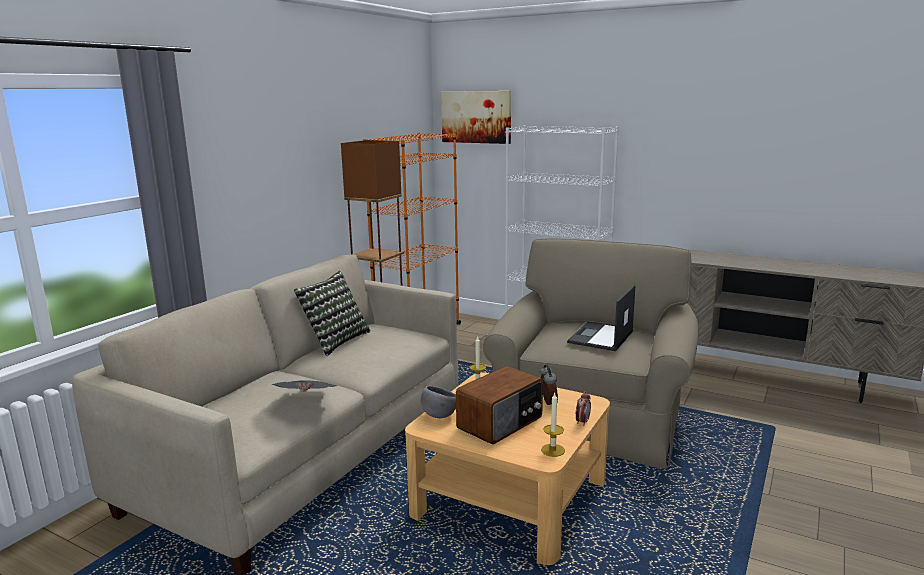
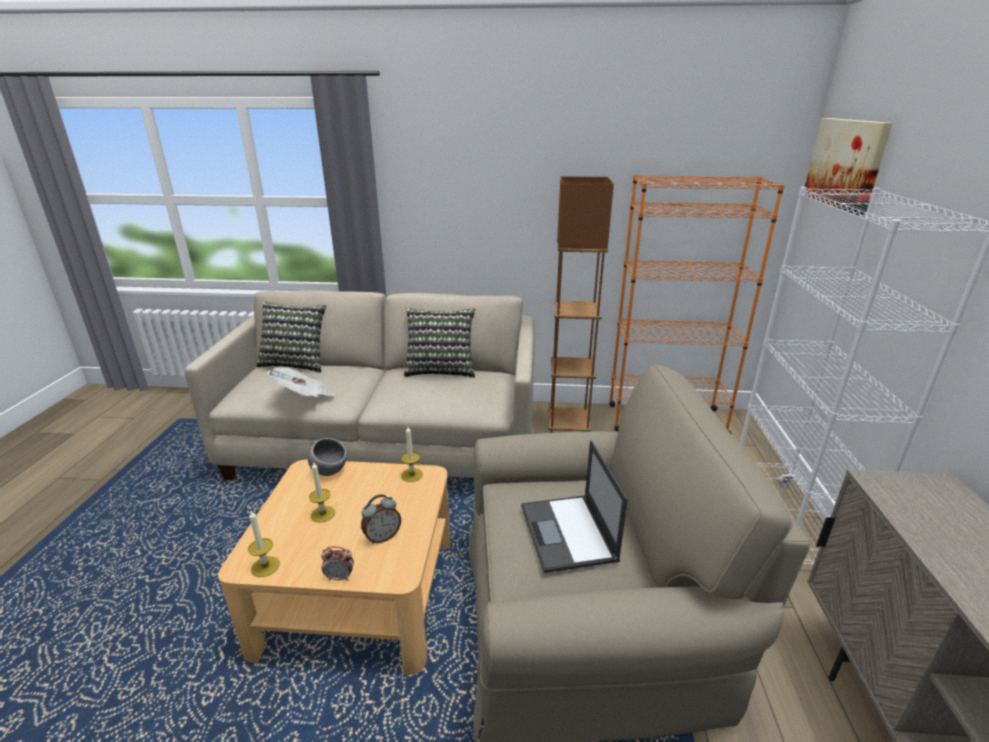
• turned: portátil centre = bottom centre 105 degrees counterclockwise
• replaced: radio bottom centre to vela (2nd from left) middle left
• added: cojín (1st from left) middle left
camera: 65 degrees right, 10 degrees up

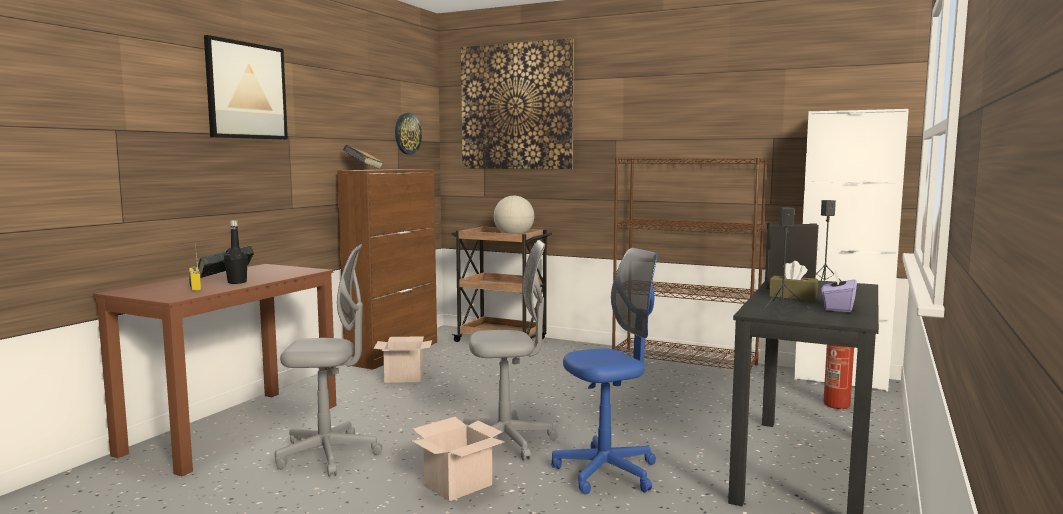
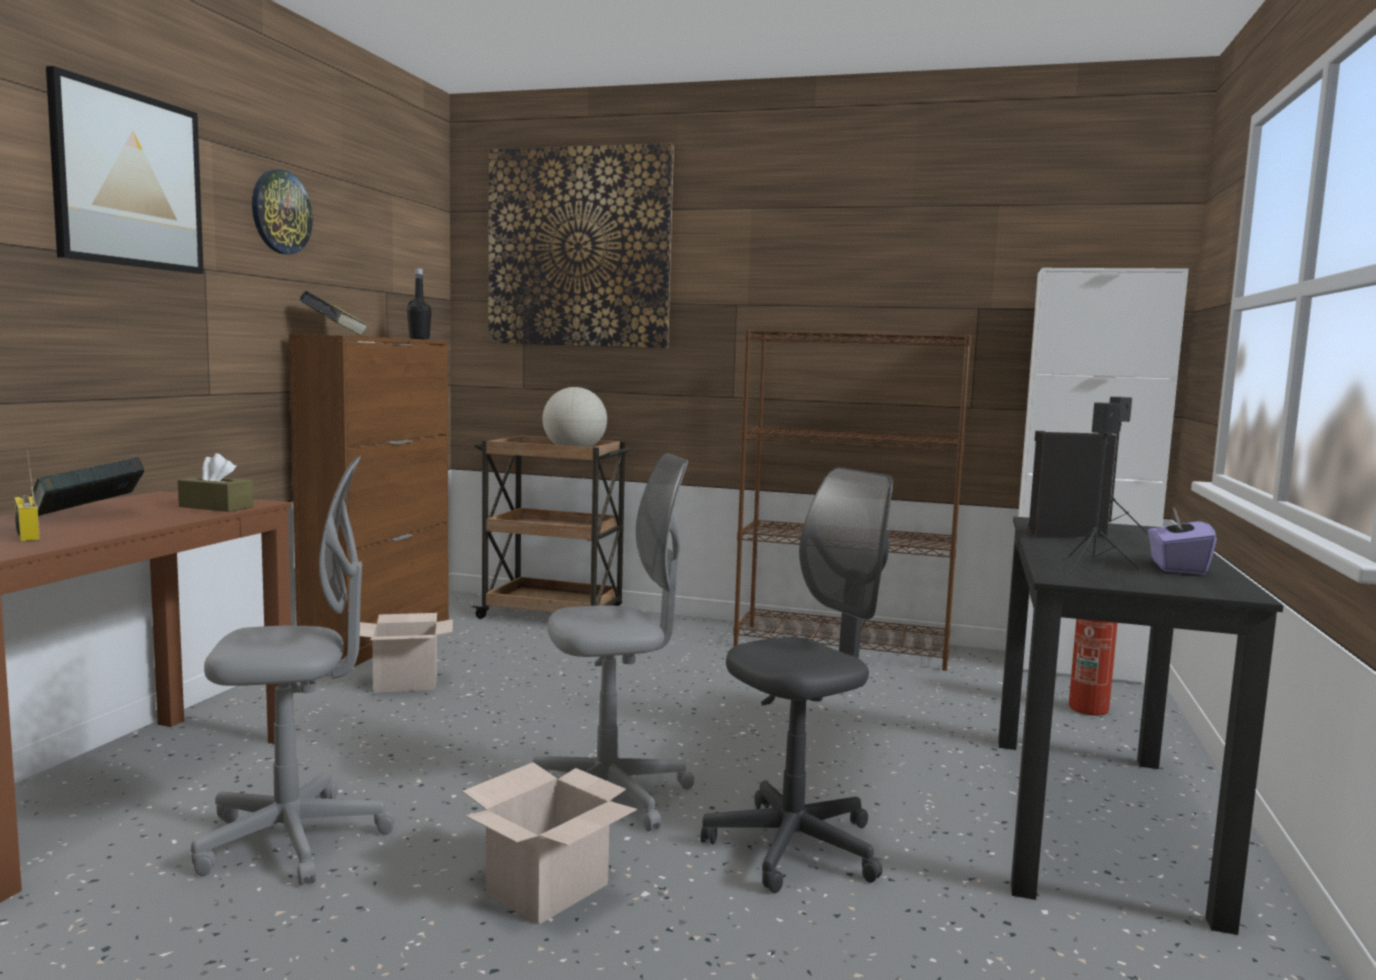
• moved: reloj de pared top centre to top left
• moved: botella/negro middle left to top left
• recoloured: silla de oficina/azul bottom centre to silla de oficina/gris (3rd from left) bottom centre
• moved: caja de pañuelos/marrón middle right to middle left
camera: 10 degrees left, 0 degrees up

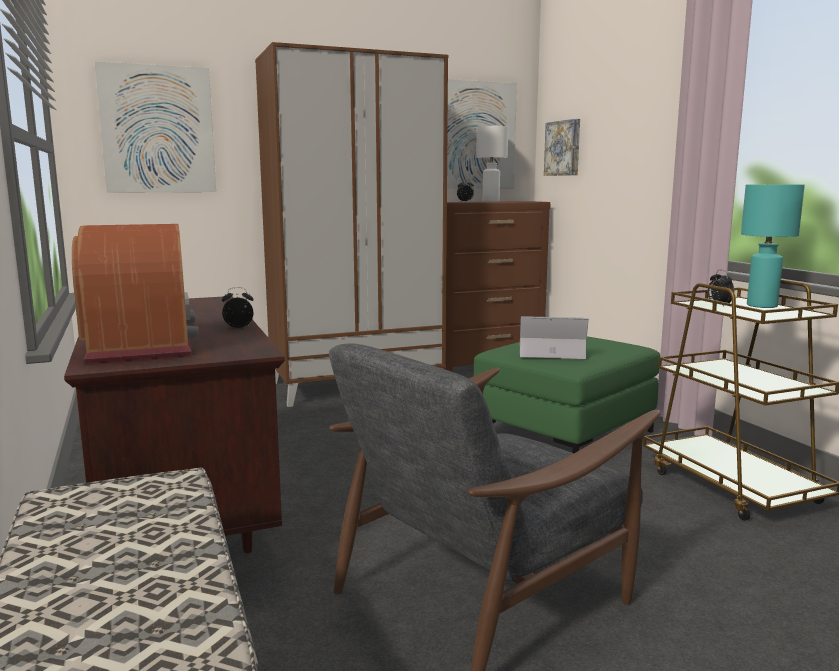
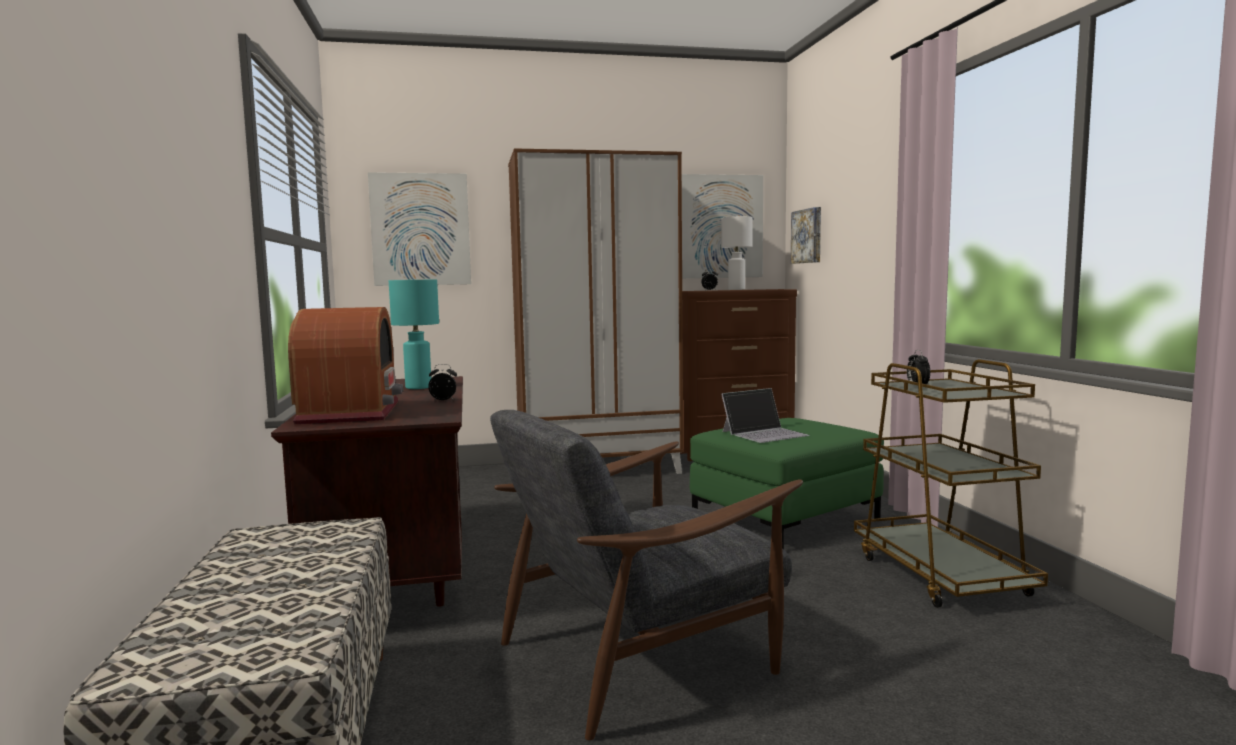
• moved: lámpara de mesa/turquesa middle right to centre
• turned: portátil centre = centre 135 degrees clockwise
camera: 10 degrees right, 5 degrees down

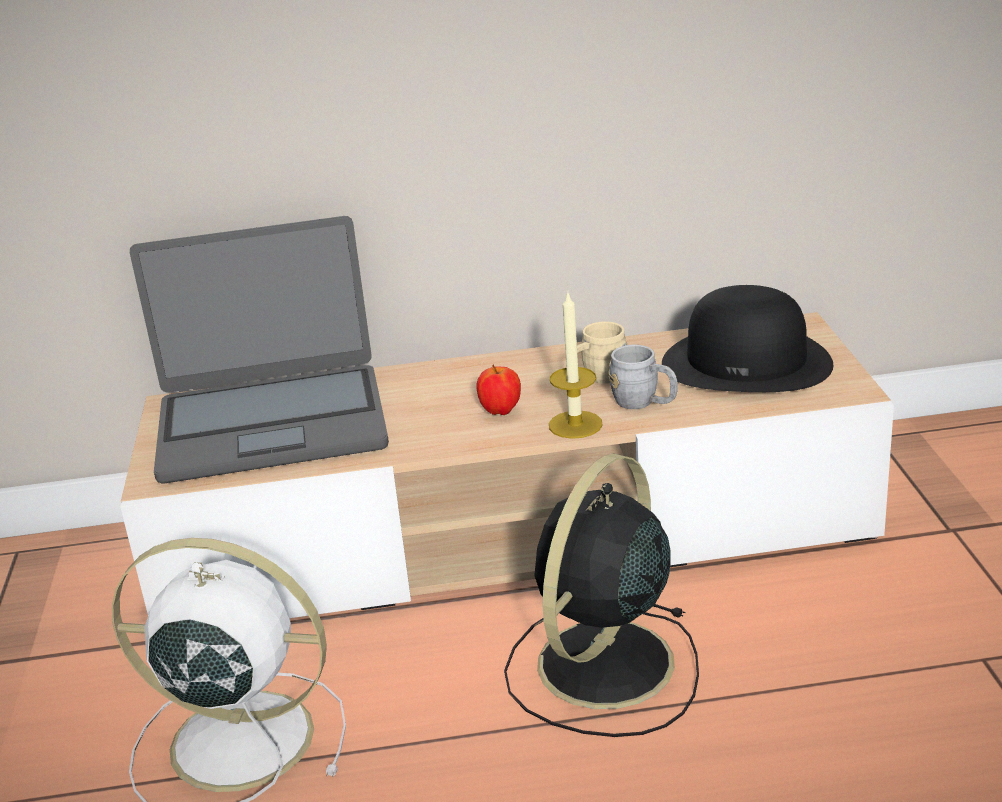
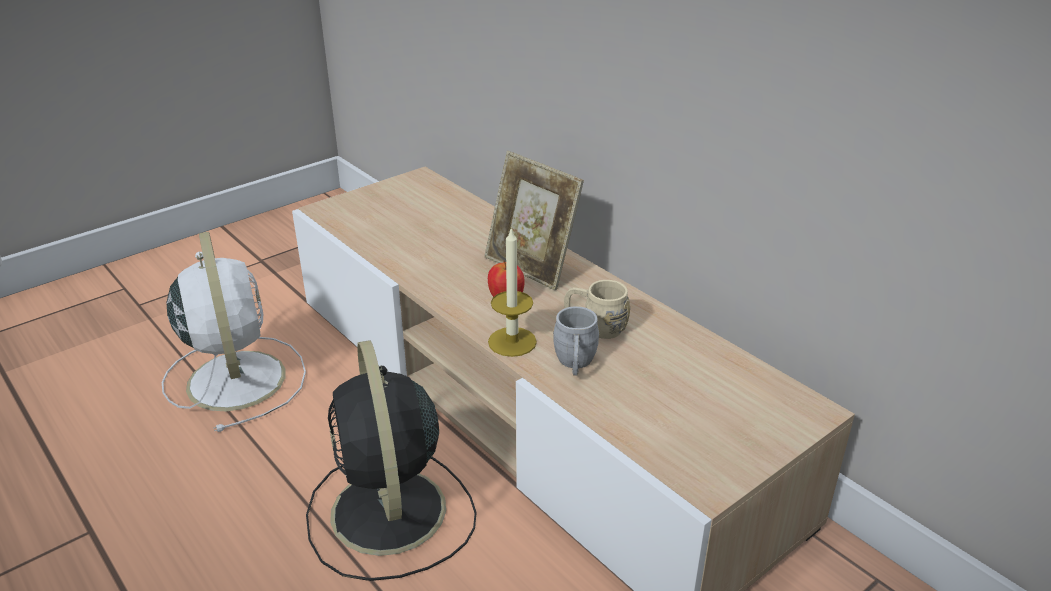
• removed: portátil middle left
• removed: sombrero/negro middle right
• turned: ventilador/negro bottom centre = bottom centre 105 degrees counterclockwise
• added: portarretratos centre
camera: 55 degrees right, 5 degrees up

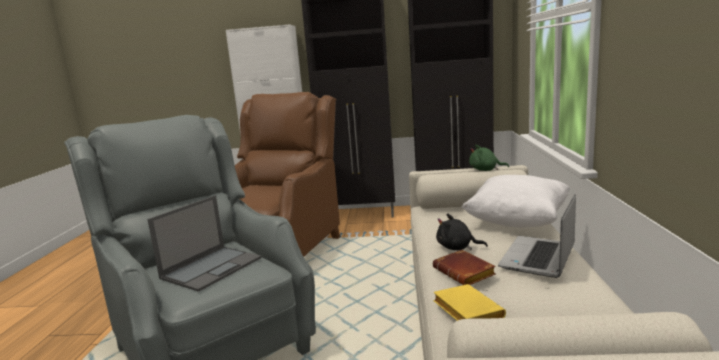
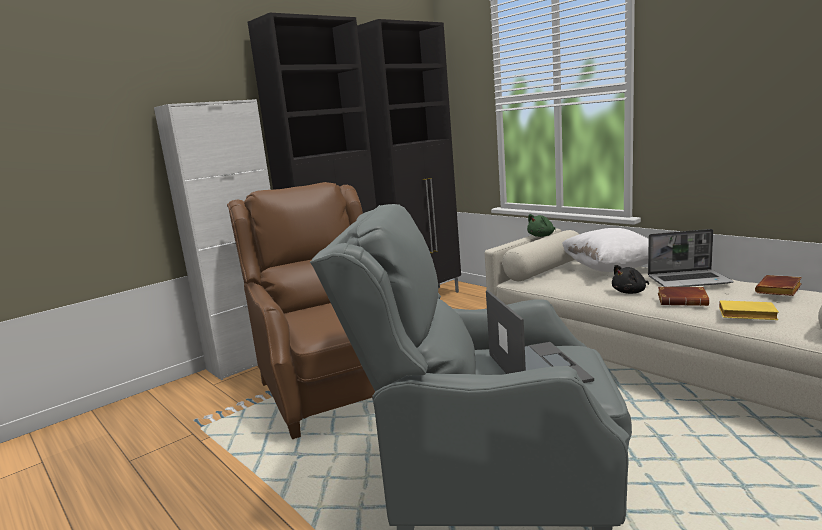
• turned: portátil (2nd from left) middle right = middle right 75 degrees counterclockwise
• added: libro/marrón (2nd from left) middle right
camera: 45 degrees left, 0 degrees up

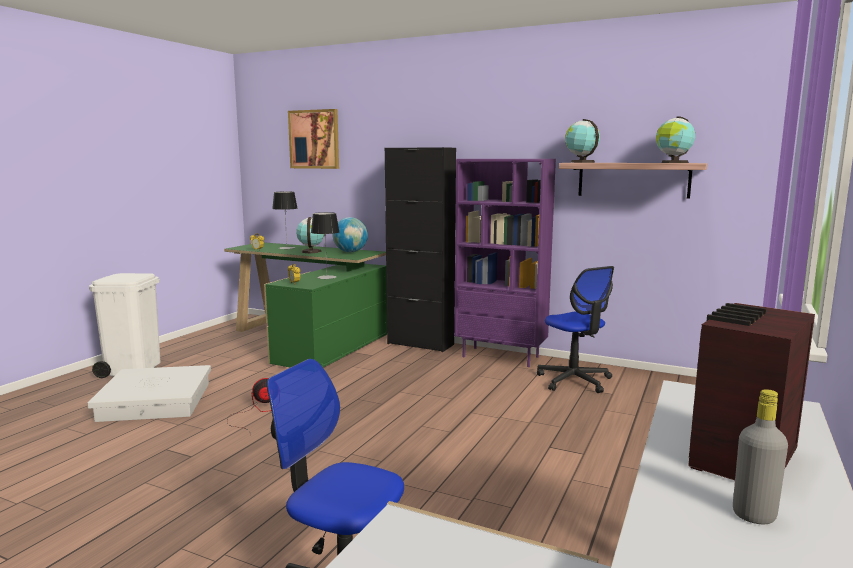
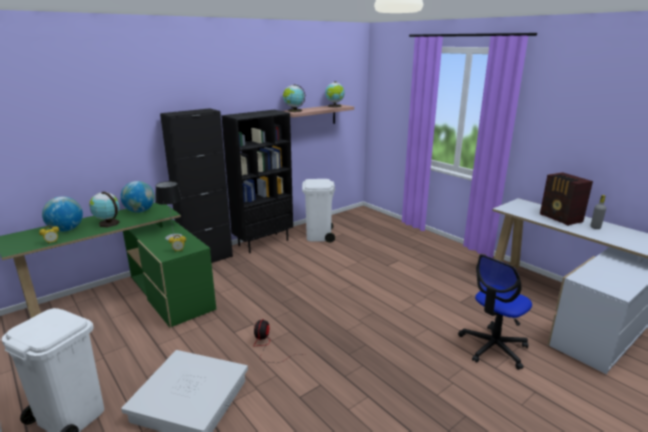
• removed: cuadro top centre
• recoloured: estantería/morado centre to estantería/negro centre
• replaced: lámpara de mesa (1st from left) centre to globo terráqueo (1st from left) middle left
• replaced: silla de oficina (2nd from left) middle right to papelera/blanco (2nd from left) centre
camera: 65 degrees left, 10 degrees up

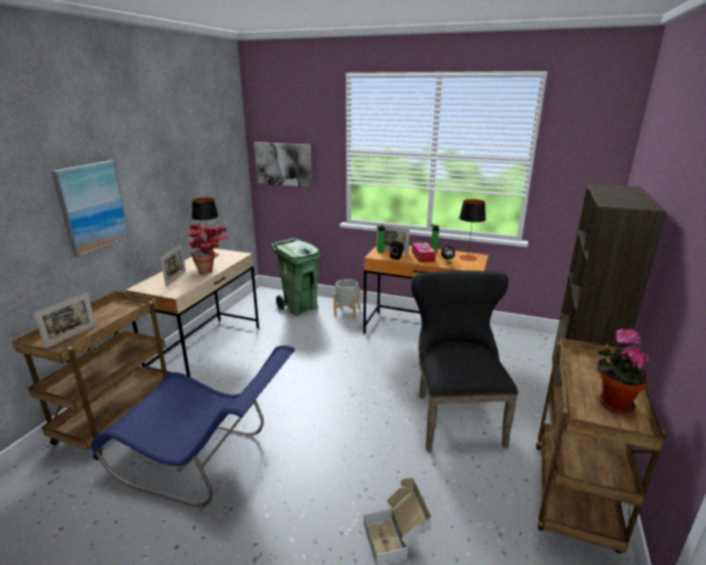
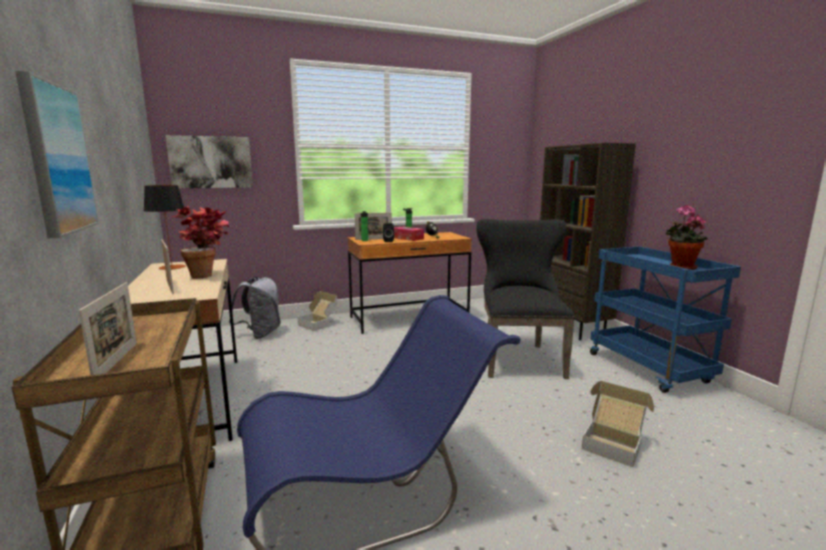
• removed: lámpara de mesa (2nd from left) middle right
• replaced: papelera/verde centre to mochila/gris middle left
• turned: silla/negro centre = centre 45 degrees clockwise
• replaced: maceta/gris centre to caja de cartón (1st from left) centre
• recoloured: carrito/marrón (2nd from left) bottom right to carrito/azul middle right
camera: 40 degrees left, 10 degrees down

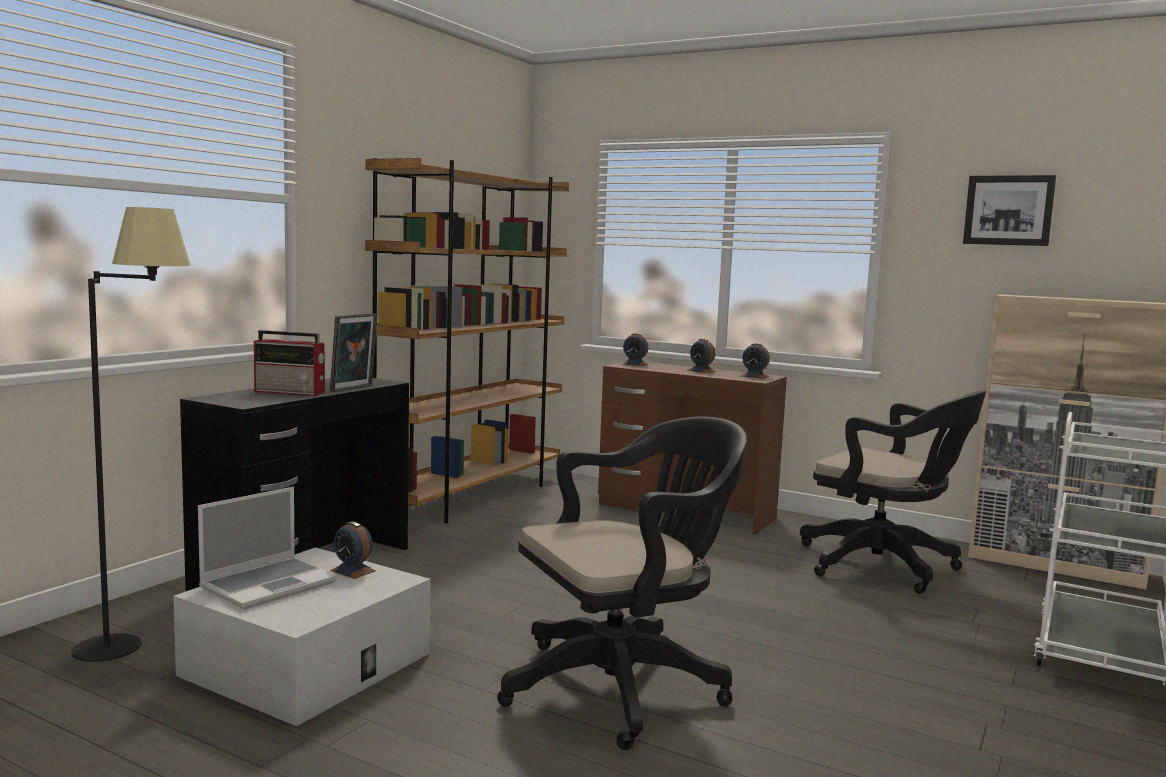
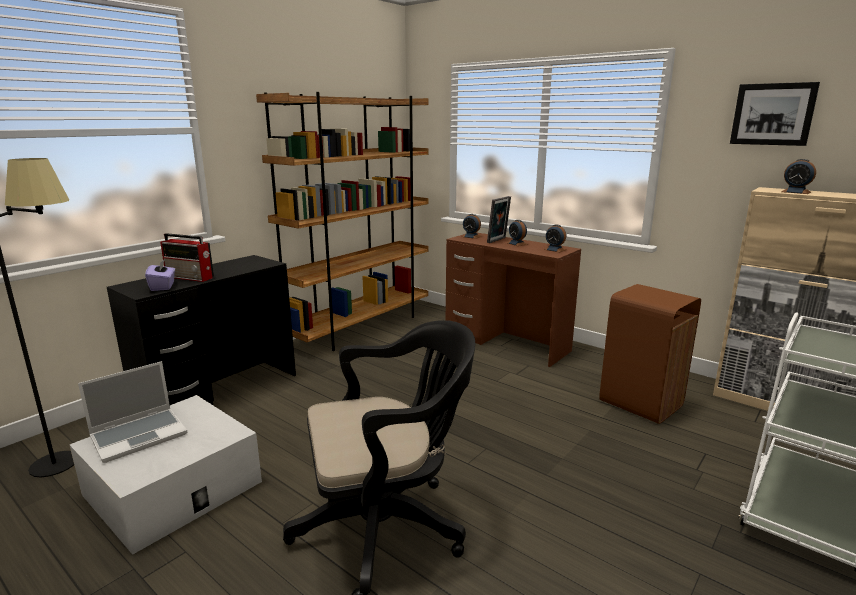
• moved: portarretratos middle left to centre
• replaced: silla de oficina/negro (2nd from left) middle right to papelera/marrón middle right
• moved: despertador (1st from left in the first image) bottom left to despertador (4th from left) top right
• added: caja de pañuelos/morado middle left
camera: 10 degrees right, 10 degrees up

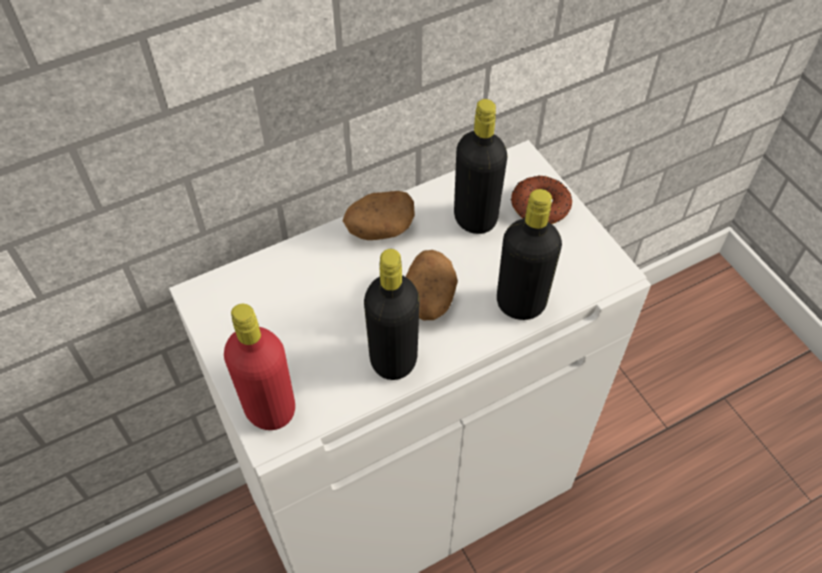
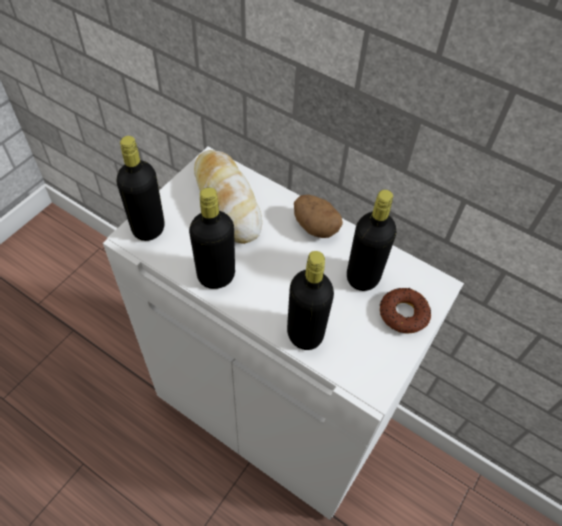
• removed: patata (2nd from left) centre
• recoloured: botella/rojo middle left to botella/negro (1st from left) middle left
• added: pan centre
camera: 60 degrees right, 0 degrees up

